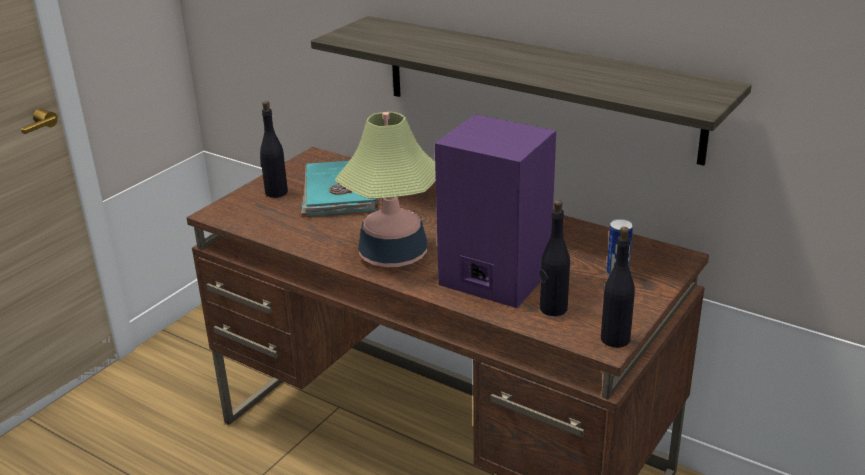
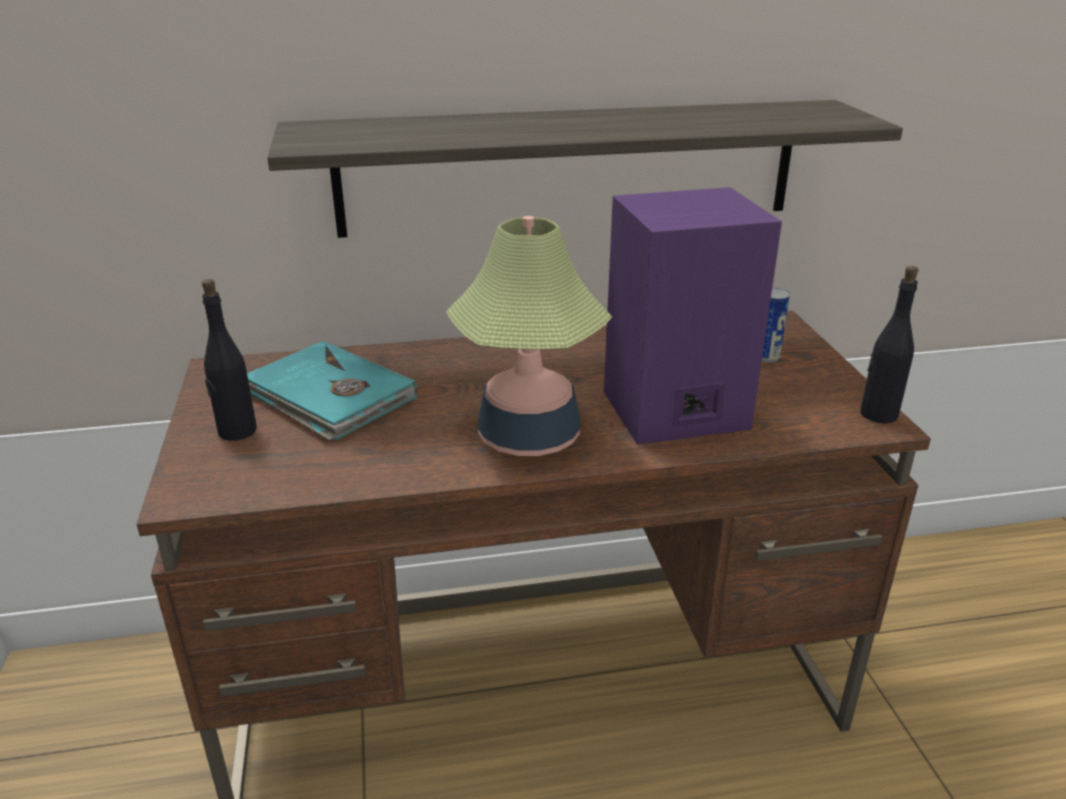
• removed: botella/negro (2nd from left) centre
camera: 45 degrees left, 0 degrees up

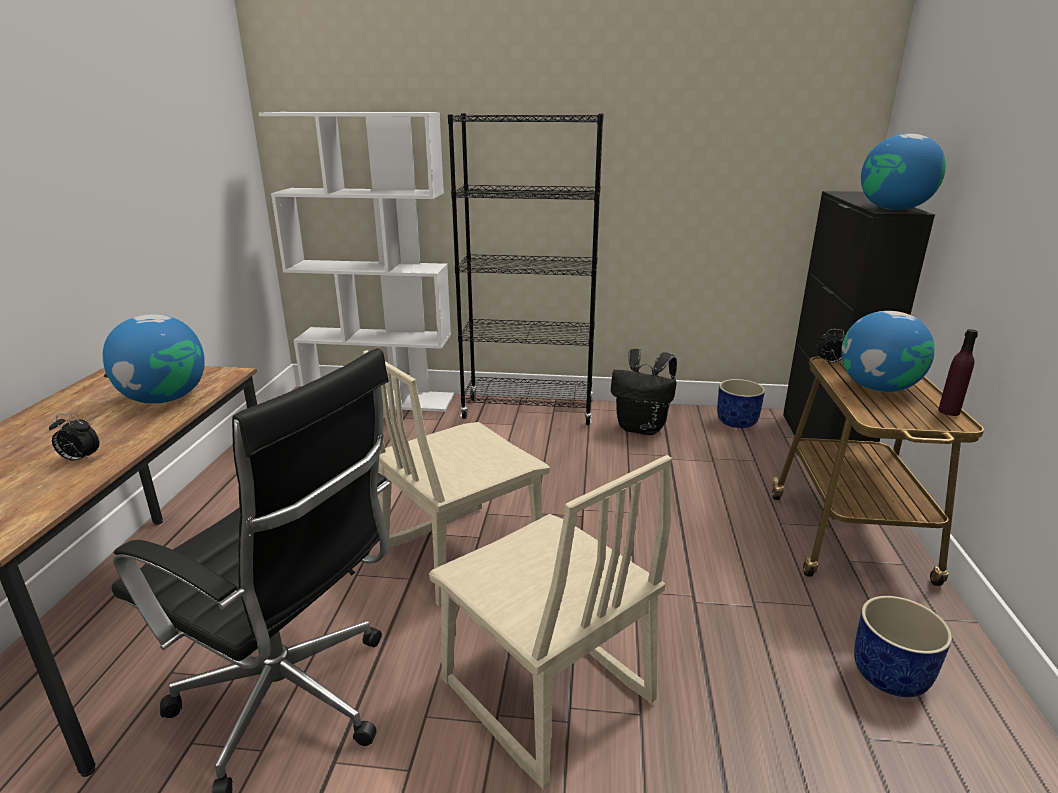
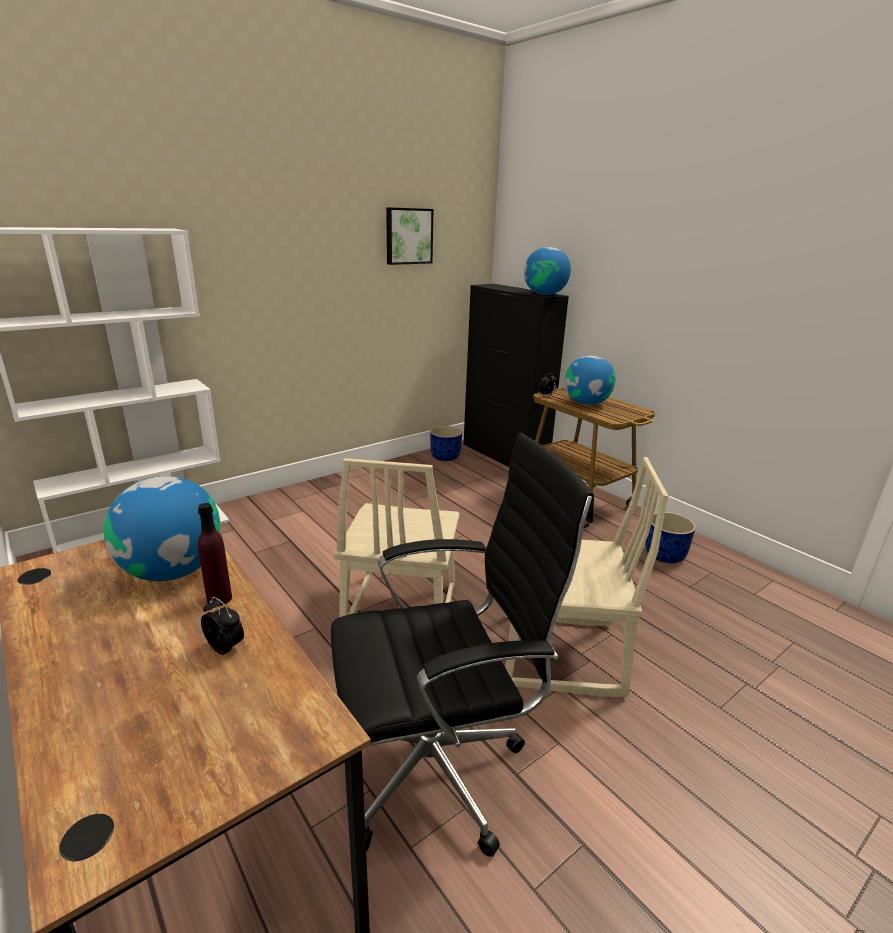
• removed: estantería/negro centre
• moved: botella/morado middle right to middle left
• removed: mochila/negro centre
• turned: despertador (1st from left) middle left = bottom left 105 degrees counterclockwise
• added: cuadro top centre
camera: 45 degrees left, 0 degrees up

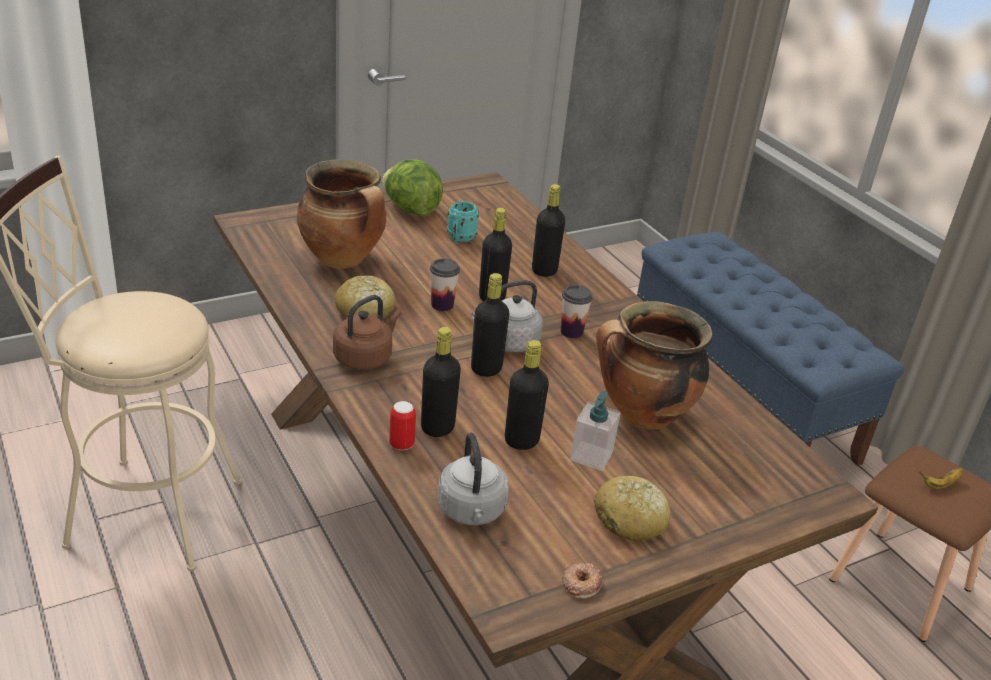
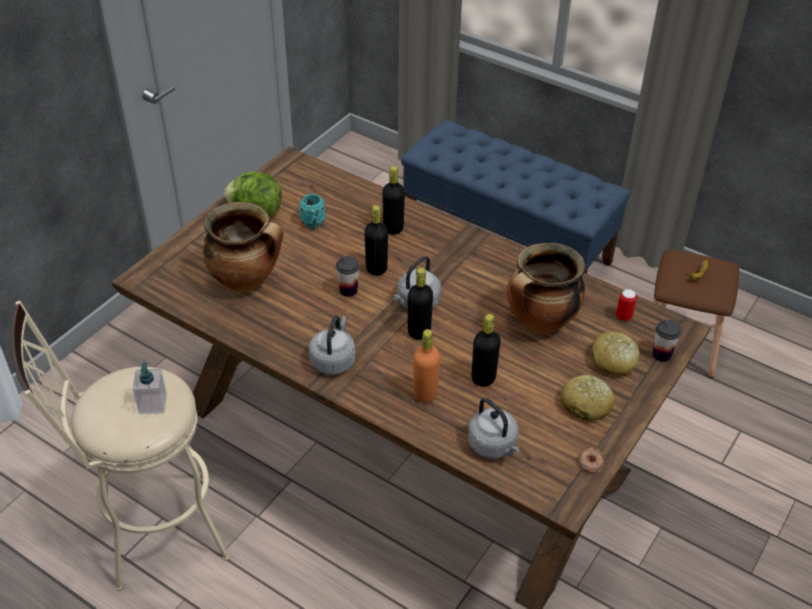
• moved: pan (1st from left in the first image) centre to pan (2nd from left) middle right
• moved: taza (2nd from left) centre to middle right
• recoloured: hervidor/marrón centre to hervidor/gris (1st from left) centre
• recoloured: botella/negro (1st from left) centre to botella/naranja centre
• moved: dispensador de jabón centre to middle left
• moved: lata centre to middle right
camera: 25 degrees left, 10 degrees up

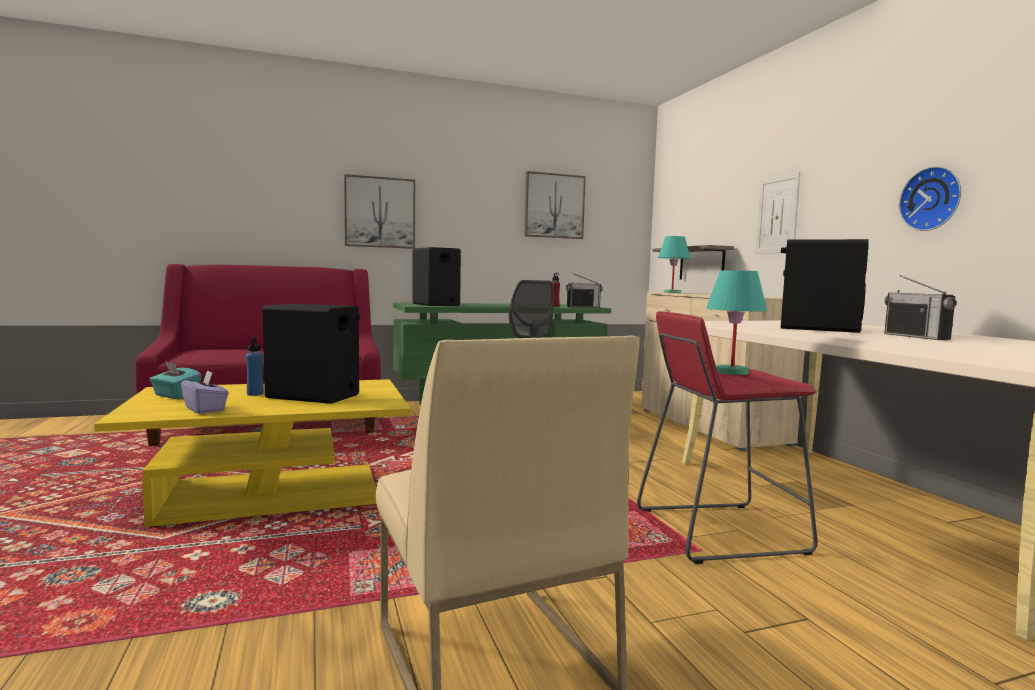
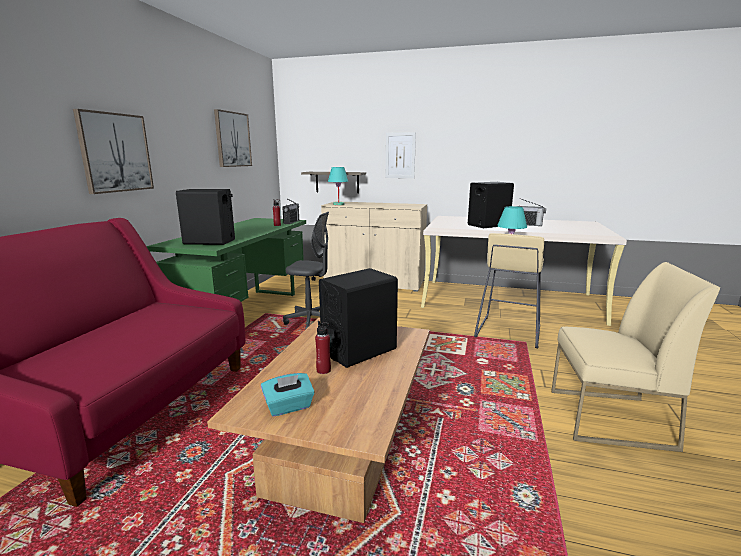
• removed: reloj de pared top right
• recoloured: taburete/rojo middle right to taburete/beis middle right
• recoloured: botella/azul middle left to botella/rojo (2nd from left) centre
• removed: caja de pañuelos/morado middle left
• recoloured: mesa de centro/amarillo middle left to mesa de centro/marrón bottom centre
camera: 55 degrees left, 10 degrees up

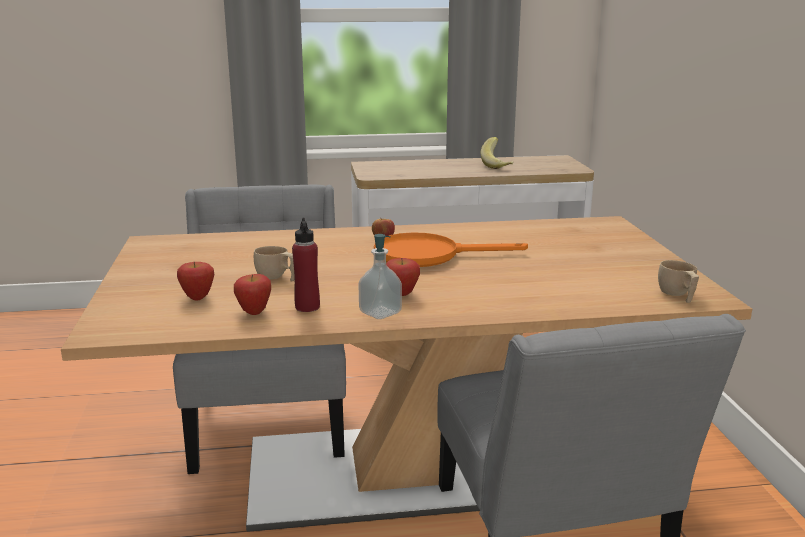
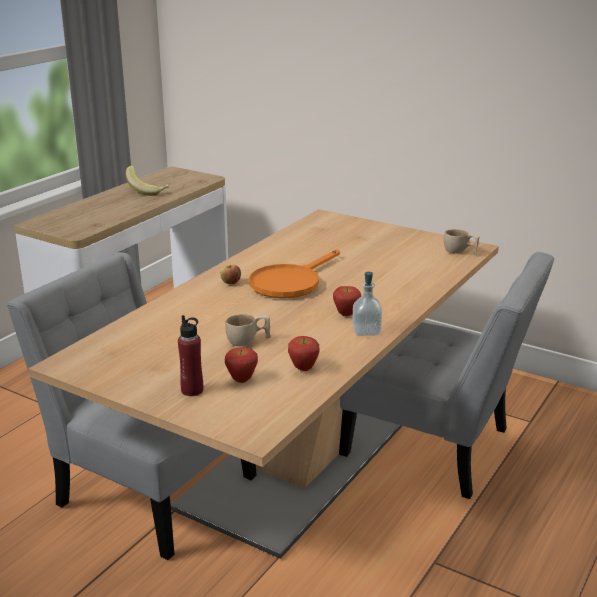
• moved: botella/rojo centre to middle left
camera: 50 degrees left, 5 degrees up

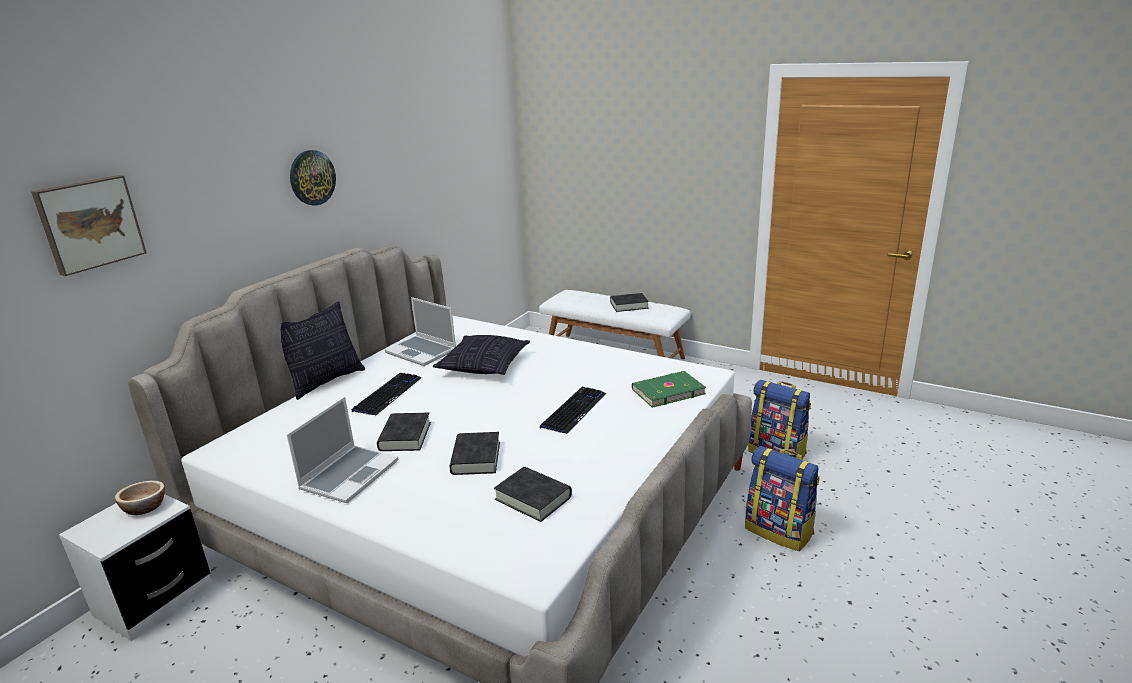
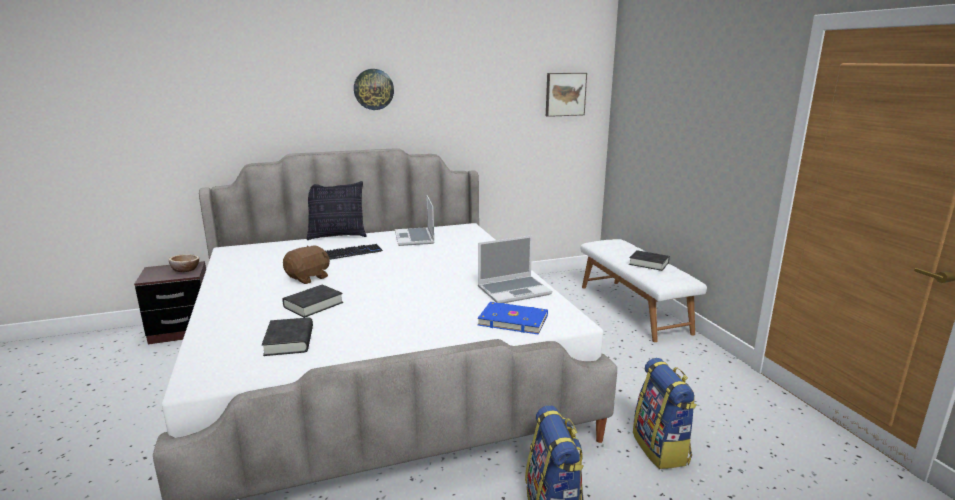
• moved: cuadro top left to top centre
• removed: cojín (2nd from left) centre
• recoloured: libro/verde centre to libro/azul centre
• removed: teclado (2nd from left) centre
• moved: portátil (1st from left in the first image) middle left to portátil (2nd from left) centre
• replaced: libro/negro (1st from left) centre to peluche/marrón middle left
• recoloured: mesita de noche/blanco bottom left to mesita de noche/marrón middle left
camera: 40 degrees right, 5 degrees down

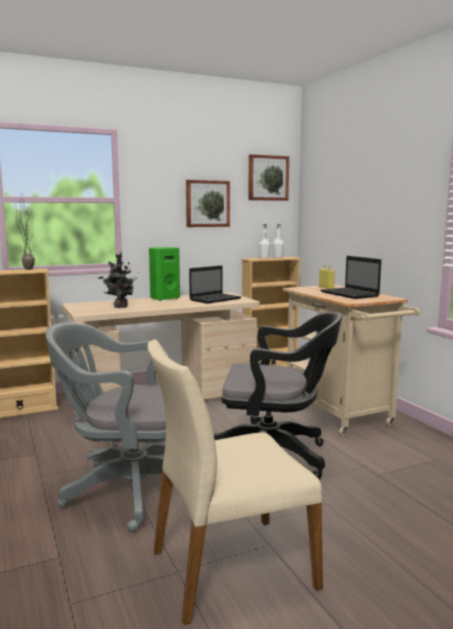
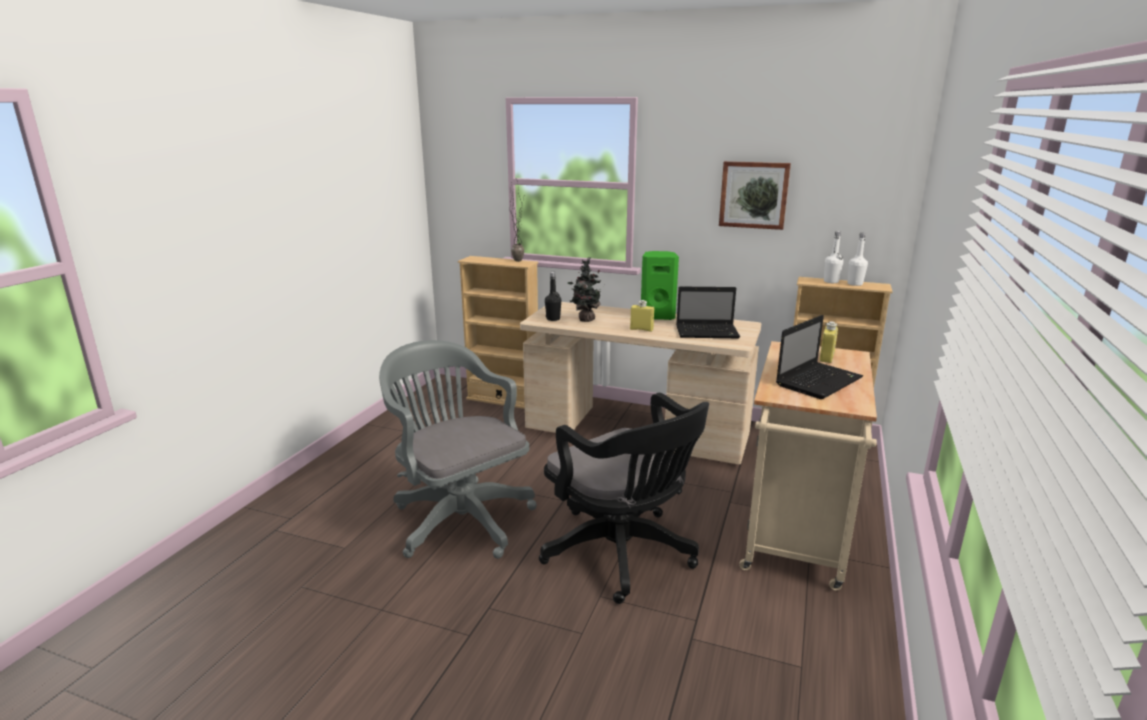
• removed: cuadro (2nd from left) top centre
• turned: portátil (2nd from left) middle right = middle right 150 degrees counterclockwise
• removed: silla/beis bottom centre
• added: botella/negro centre
• added: botella/amarillo (1st from left) centre
camera: 45 degrees right, 10 degrees up

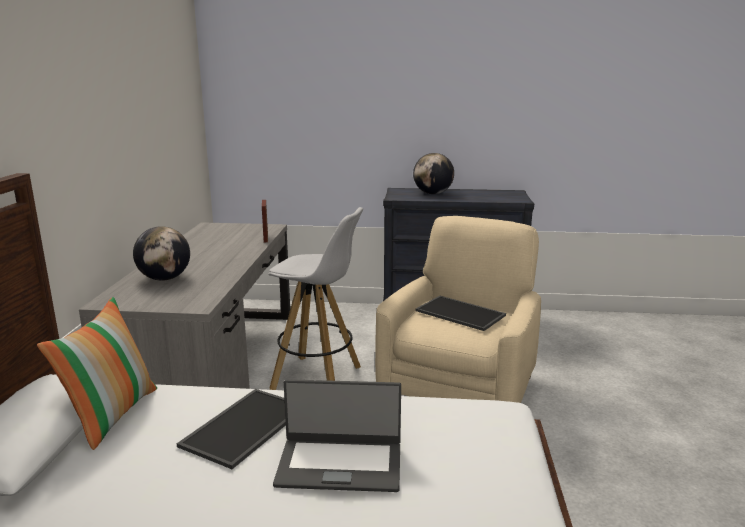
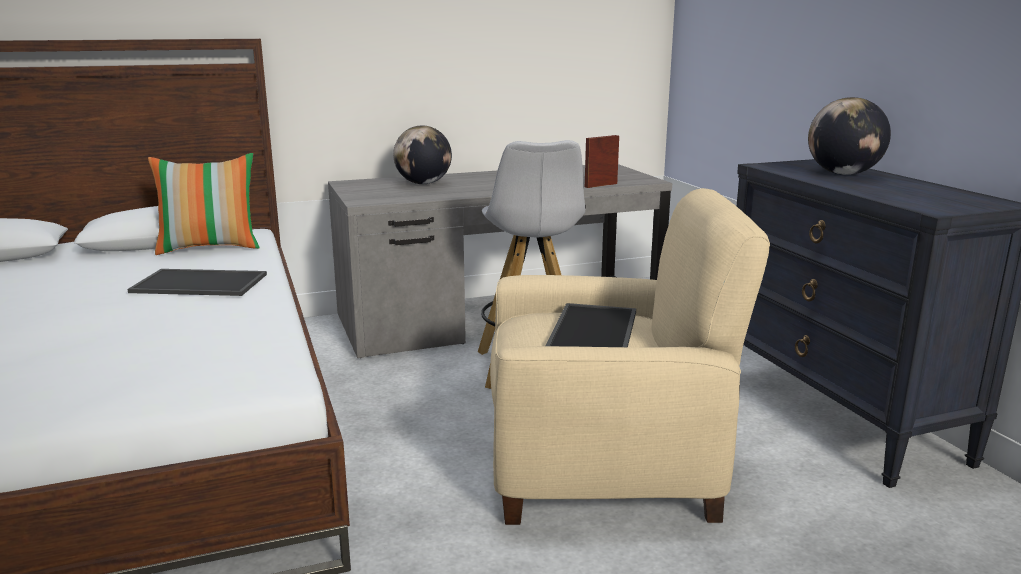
• removed: portátil bottom centre
camera: 65 degrees right, 0 degrees up

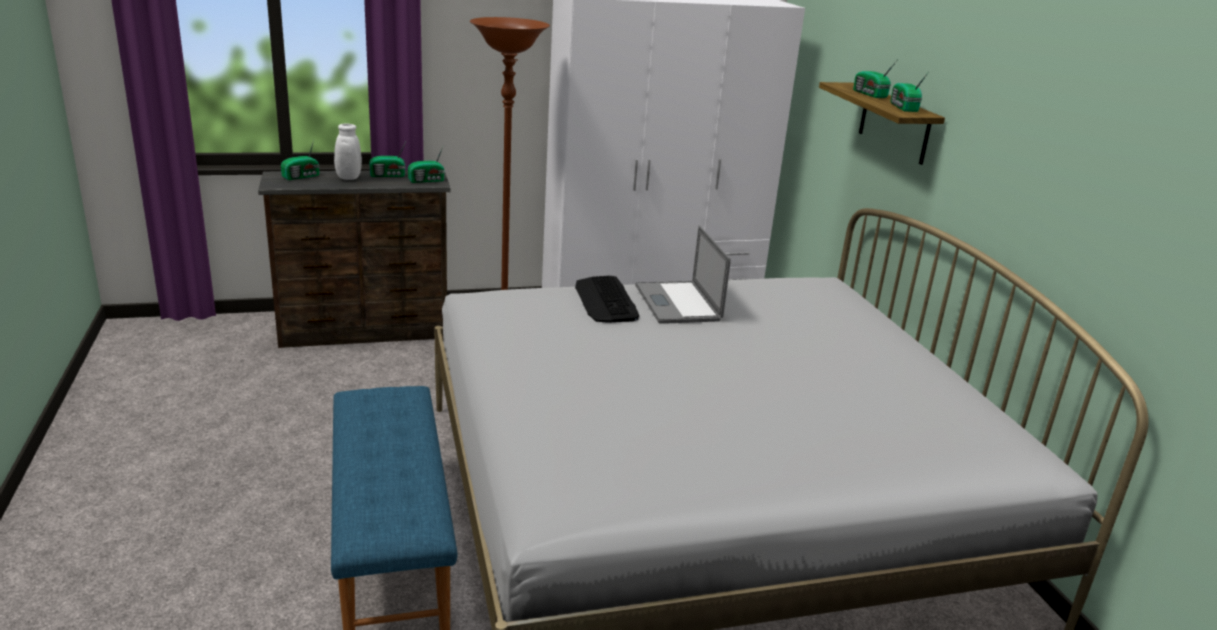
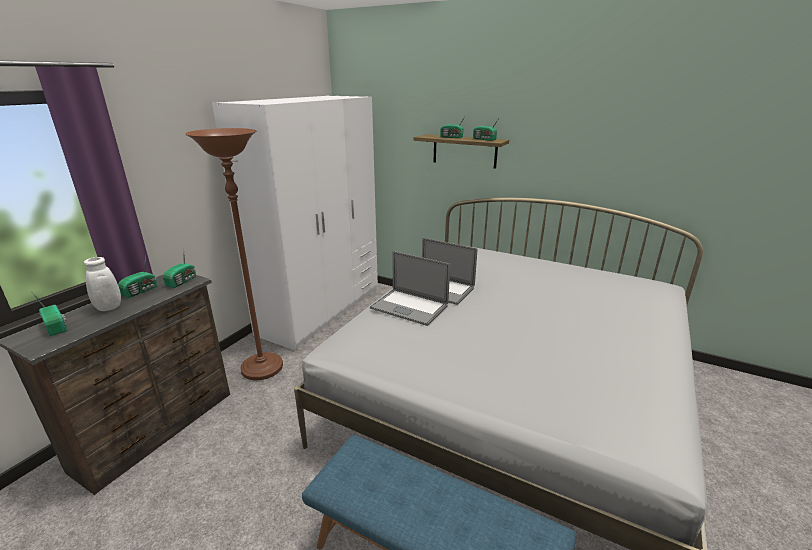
• turned: radio (1st from left) top left = middle left 45 degrees counterclockwise
• replaced: teclado centre to portátil (1st from left) centre
camera: 45 degrees left, 0 degrees up

